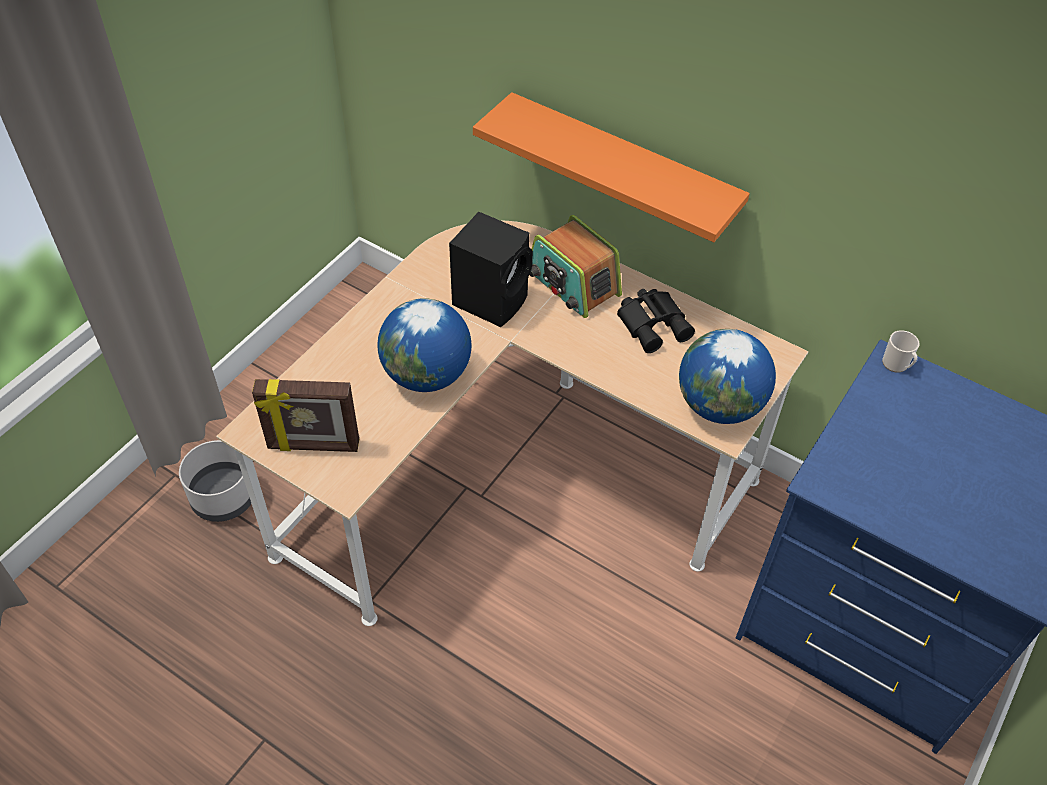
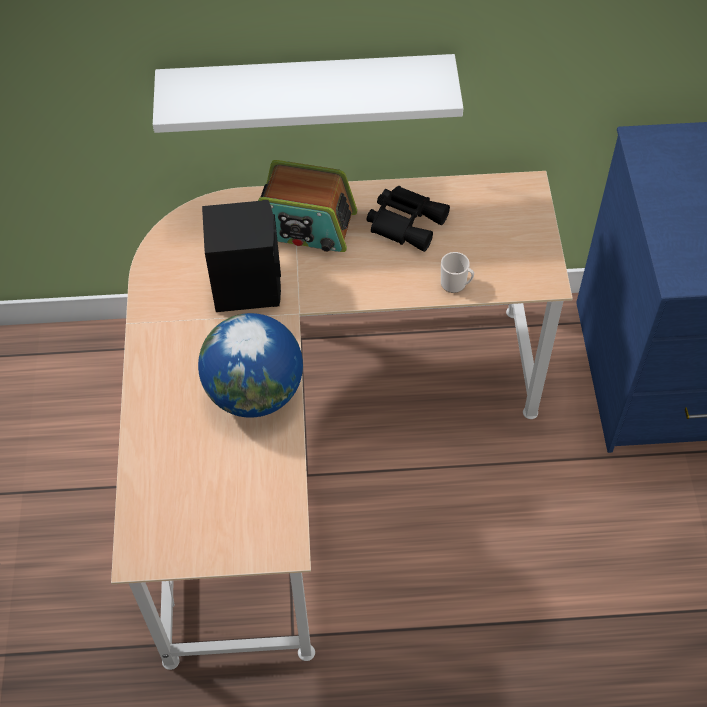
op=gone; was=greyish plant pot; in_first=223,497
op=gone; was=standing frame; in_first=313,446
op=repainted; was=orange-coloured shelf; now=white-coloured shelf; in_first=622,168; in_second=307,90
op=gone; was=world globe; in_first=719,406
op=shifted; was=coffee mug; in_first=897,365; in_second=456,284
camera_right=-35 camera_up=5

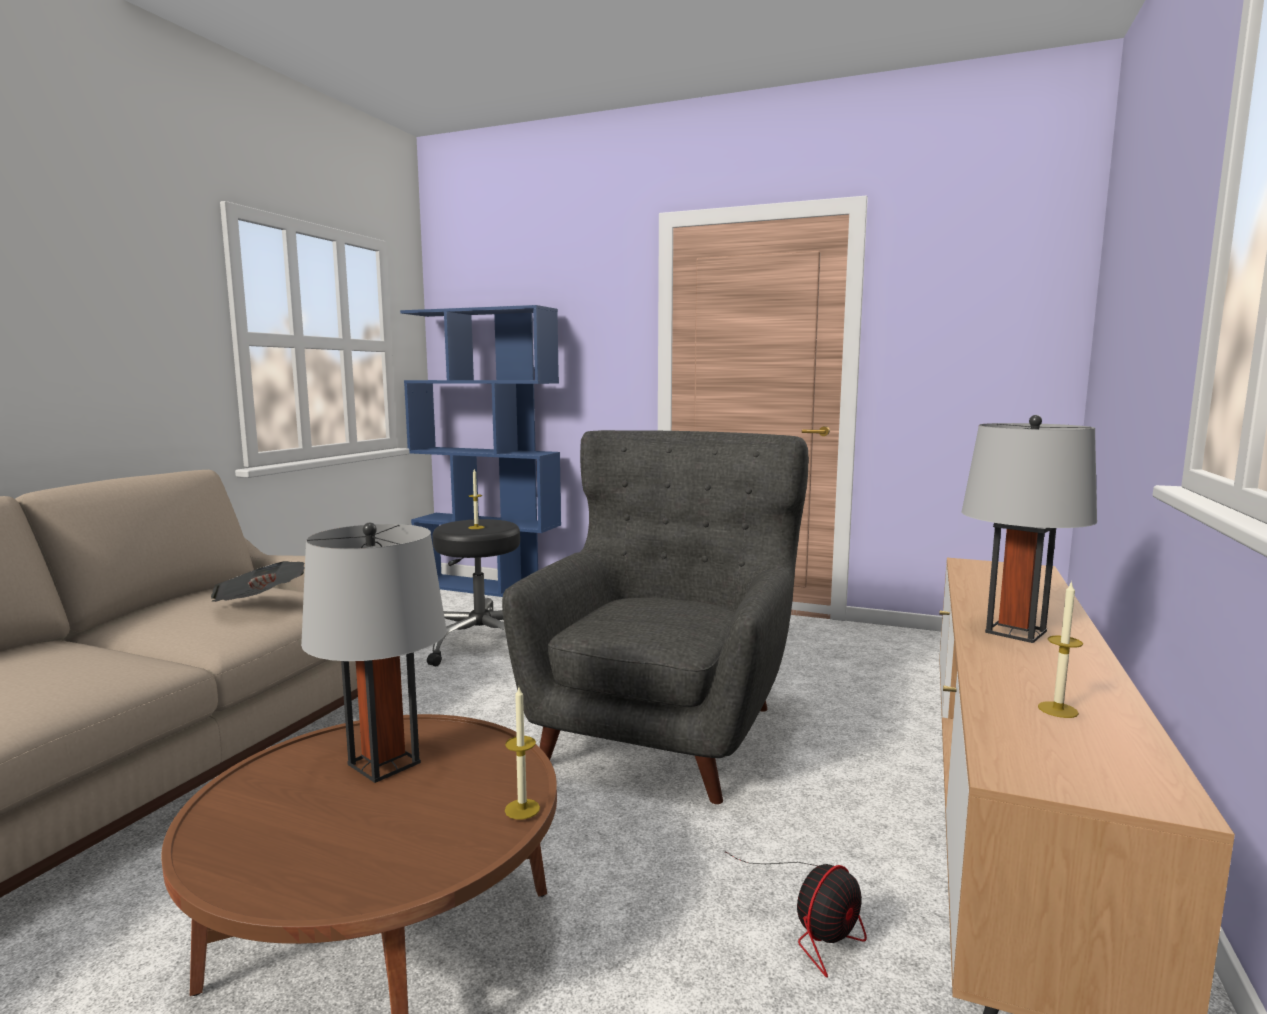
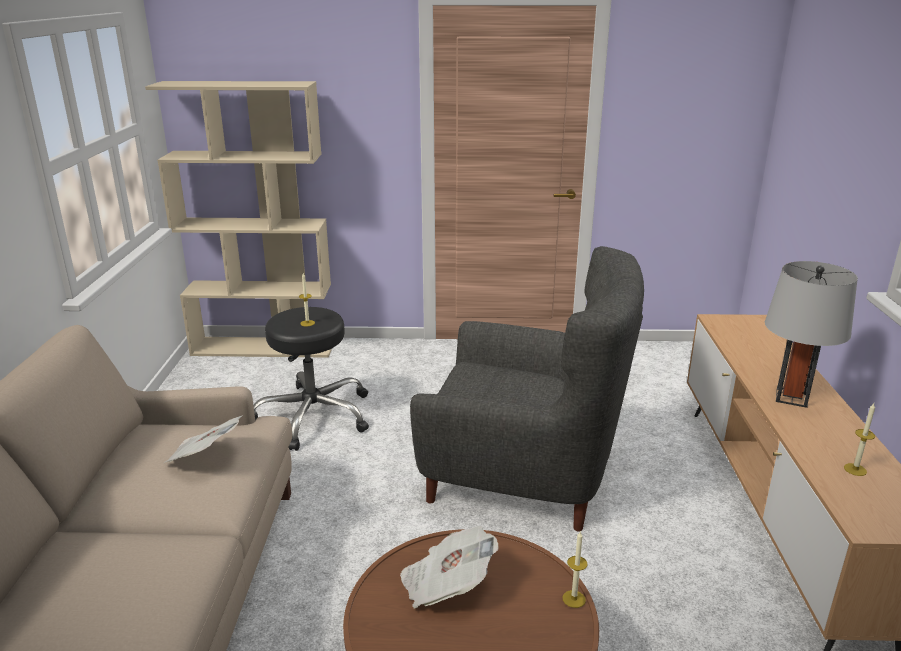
op=swapped; was=greyish lamp for a table; now=printed paper; in_first=383,763; in_second=446,585
op=repainted; was=bluish bookshelf; now=beige bookshelf; in_first=489,588; in_second=264,347
op=rotated; was=greyish easy chair; in_first=664,729; in_second=524,477; clockwise=105
op=gone; was=cooling fan; in_first=817,921
camera_right=-20 camera_up=15

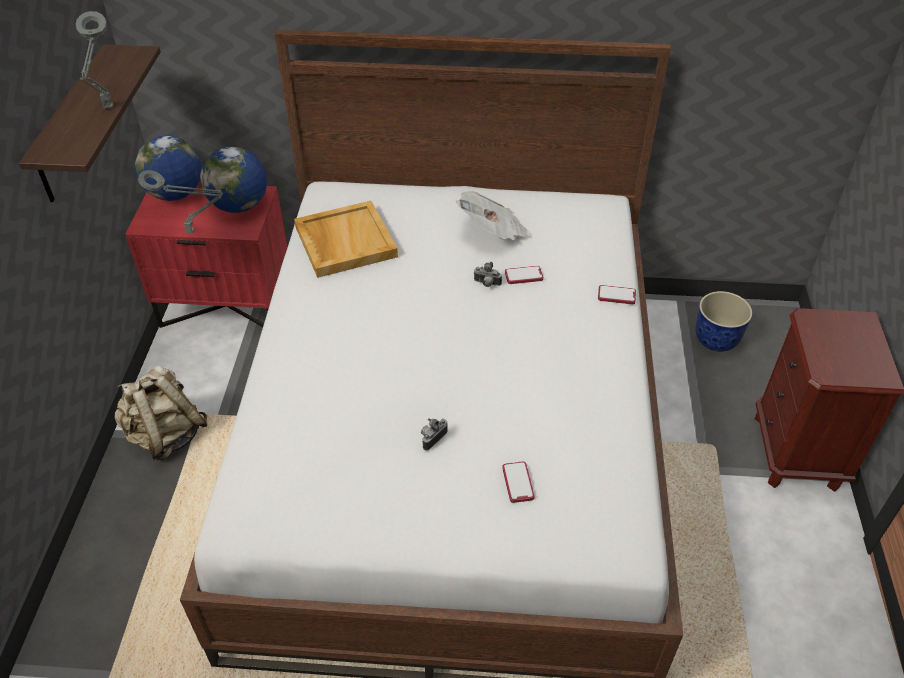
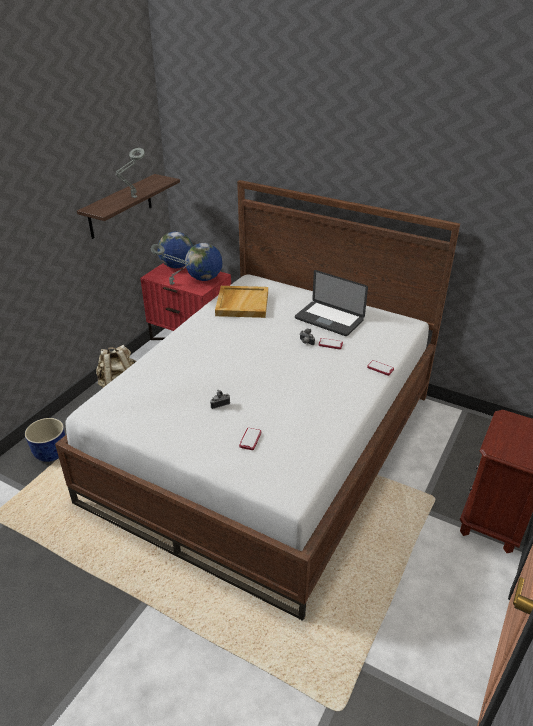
op=swapped; was=printed paper; now=notebook computer; in_first=493,232; in_second=329,319
op=shifted; was=plant pot; in_first=716,340; in_second=51,454
camera_right=25 camera_up=-10

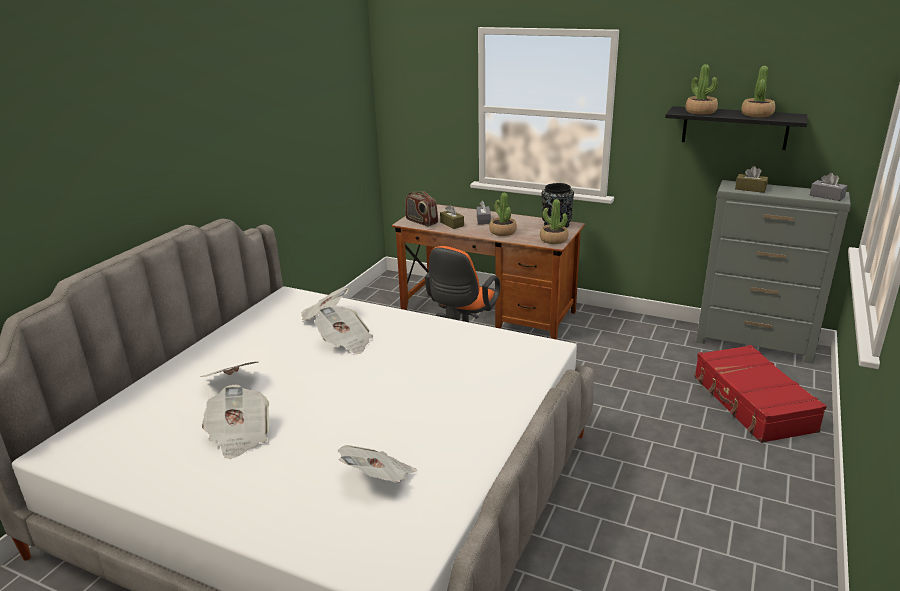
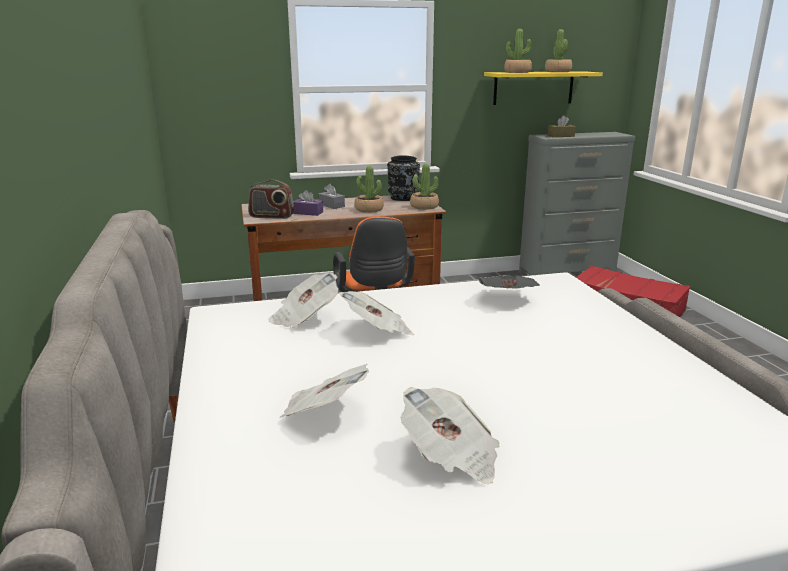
op=shifted; was=printed paper; in_first=379,479; in_second=507,298
op=repainted; was=brown tissue holder; now=purplish tissue holder; in_first=452,224; in_second=308,213
op=repainted; was=black-coloured shelf; now=yellowish shelf; in_first=734,128; in_second=533,88
op=gone; was=greyish tissue holder; in_first=827,196
camera_right=-40 camera_up=-5

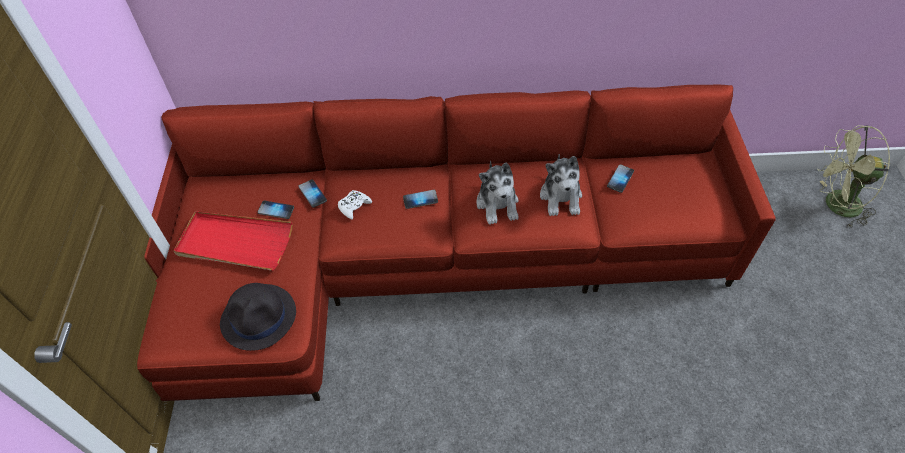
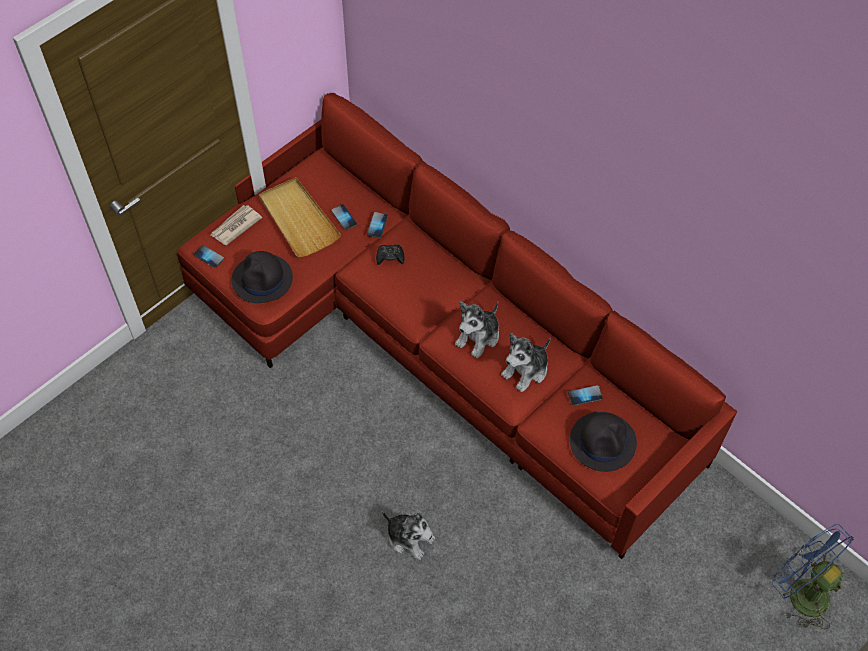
op=repainted; was=reddish tray; now=beige tray; in_first=235,243; in_second=298,219
op=repainted; was=white-coloured game controller; now=black-coloured game controller; in_first=354,206; in_second=390,257
op=shifted; was=phone; in_first=420,200; in_second=209,257
op=repainted; was=greenish cooling fan; now=bluish cooling fan; in_first=835,205; in_second=800,592
op=new; now=printed paper; in_second=235,226
op=new; now=plush toy; in_second=409,537
op=new; now=black-coloured wearable hat; in_second=603,441
camera_right=45 camera_up=5

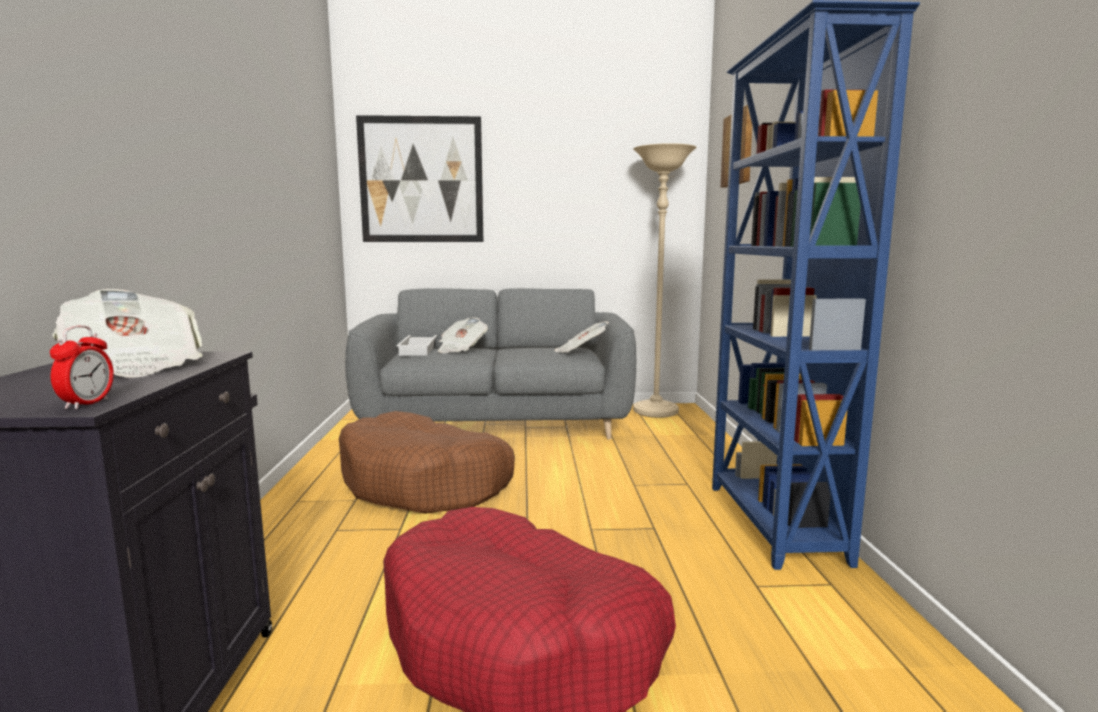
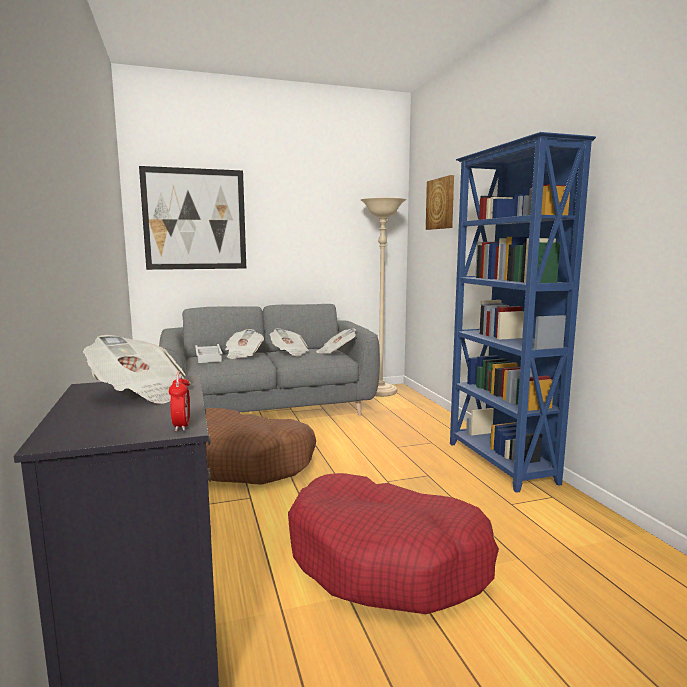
op=new; now=printed paper; in_second=289,353
camera_right=-15 camera_up=0

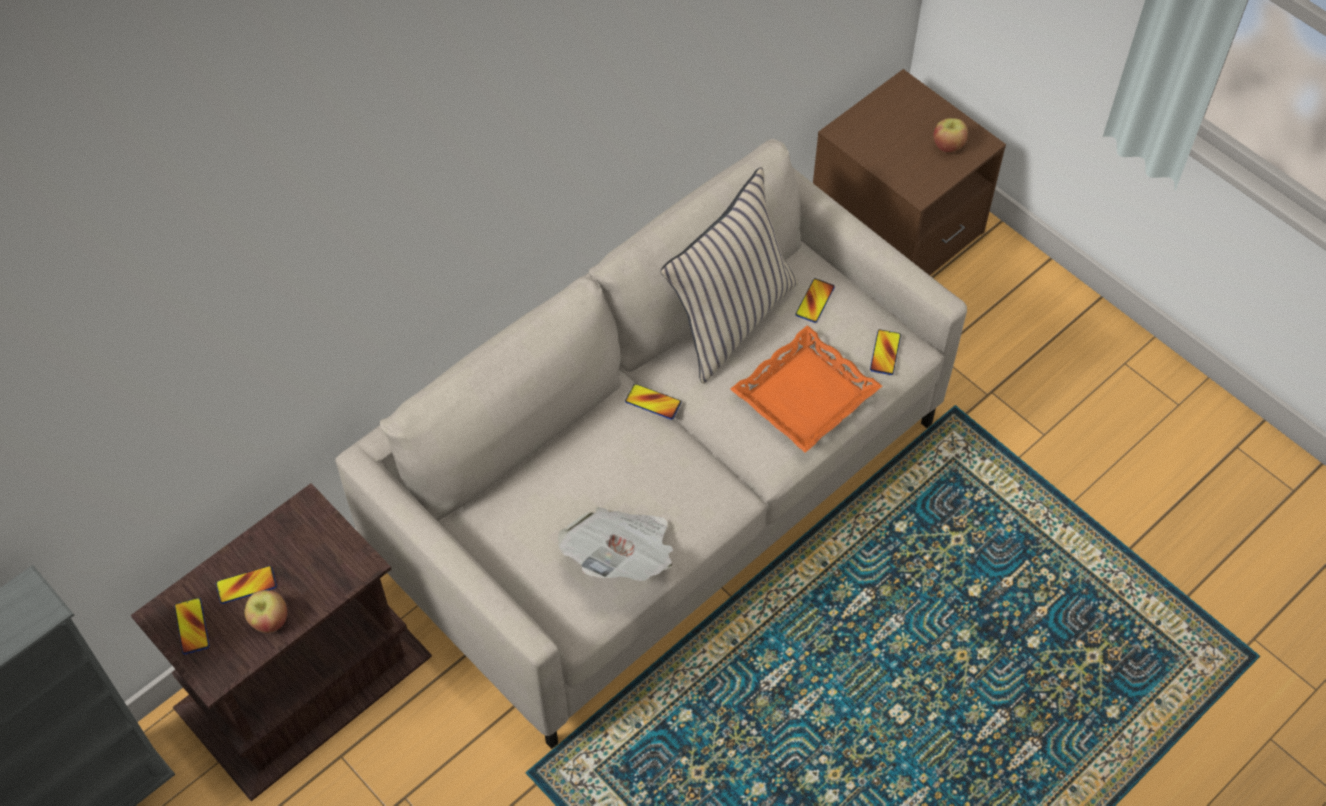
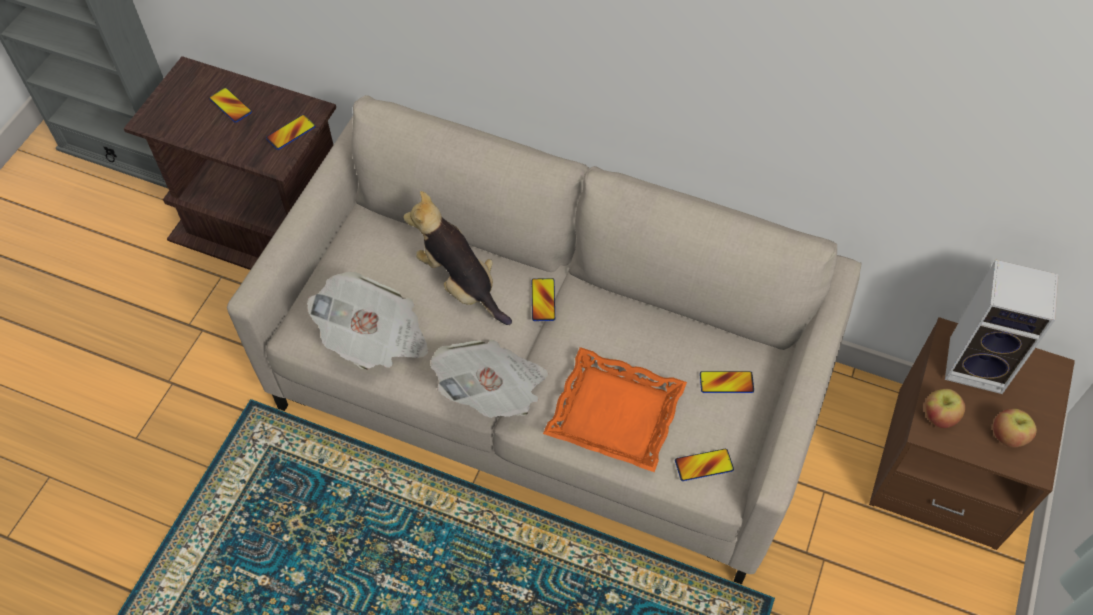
op=shifted; was=phone; in_first=192,626; in_second=291,133
op=shifted; was=apple fruit; in_first=269,620; in_second=938,416
op=gone; was=beige throw pillow; in_first=730,319
op=new; now=plush toy; in_second=460,284
op=new; now=printed paper; in_second=493,391
op=new; now=speaker; in_second=978,364
camera_right=65 camera_up=0

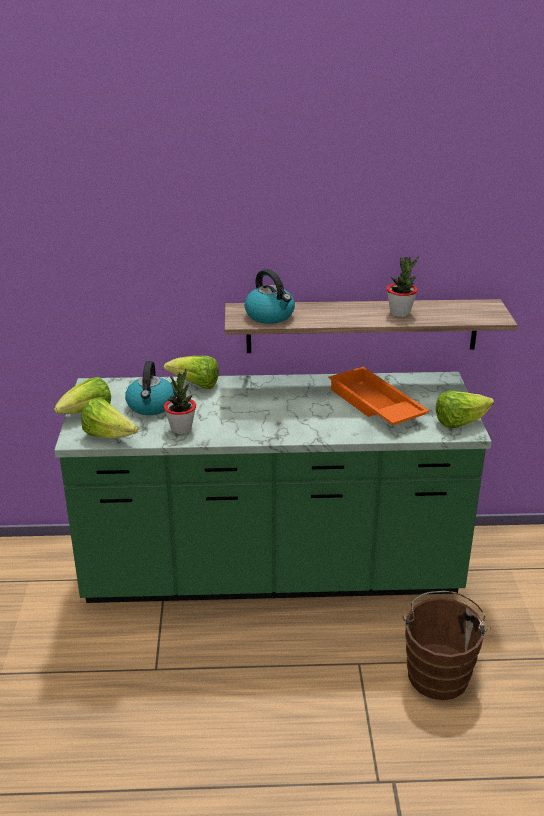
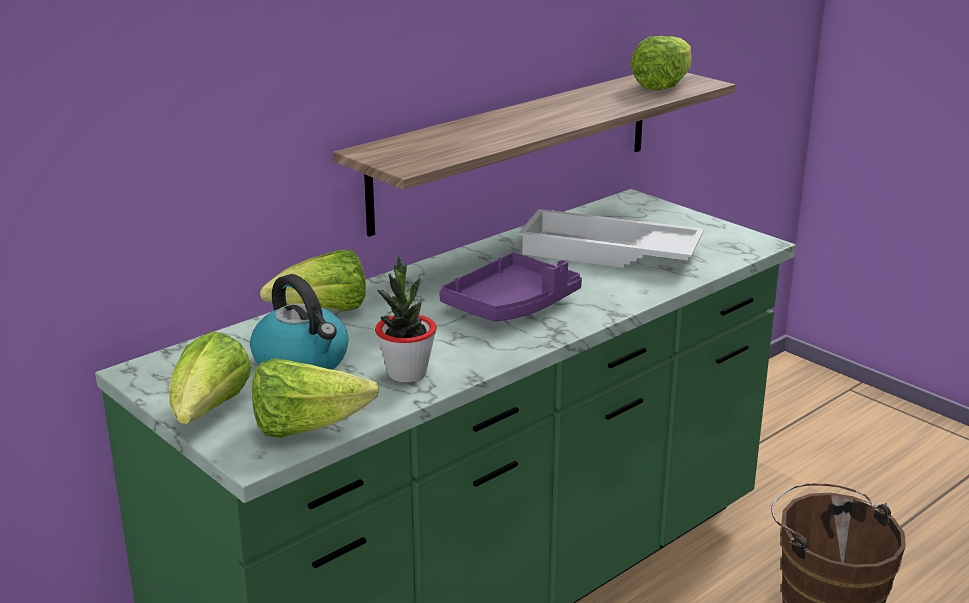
op=gone; was=tea kettle; in_first=270,316
op=repainted; was=orange-coloured tray; now=white-coloured tray; in_first=374,405; in_second=608,253
op=gone; was=houseplant; in_first=400,313
op=shifted; was=lettuce; in_first=460,422; in_second=663,85
op=new; now=purplish tray; in_second=512,305
camera_right=-40 camera_up=-5

